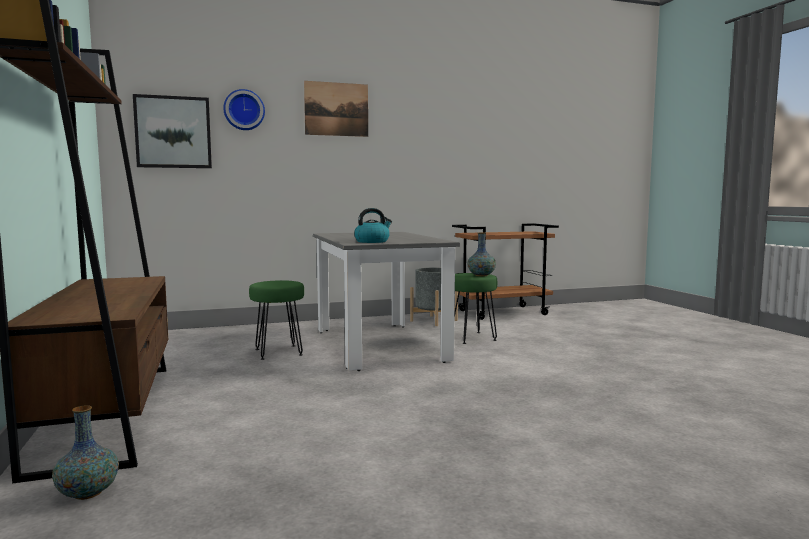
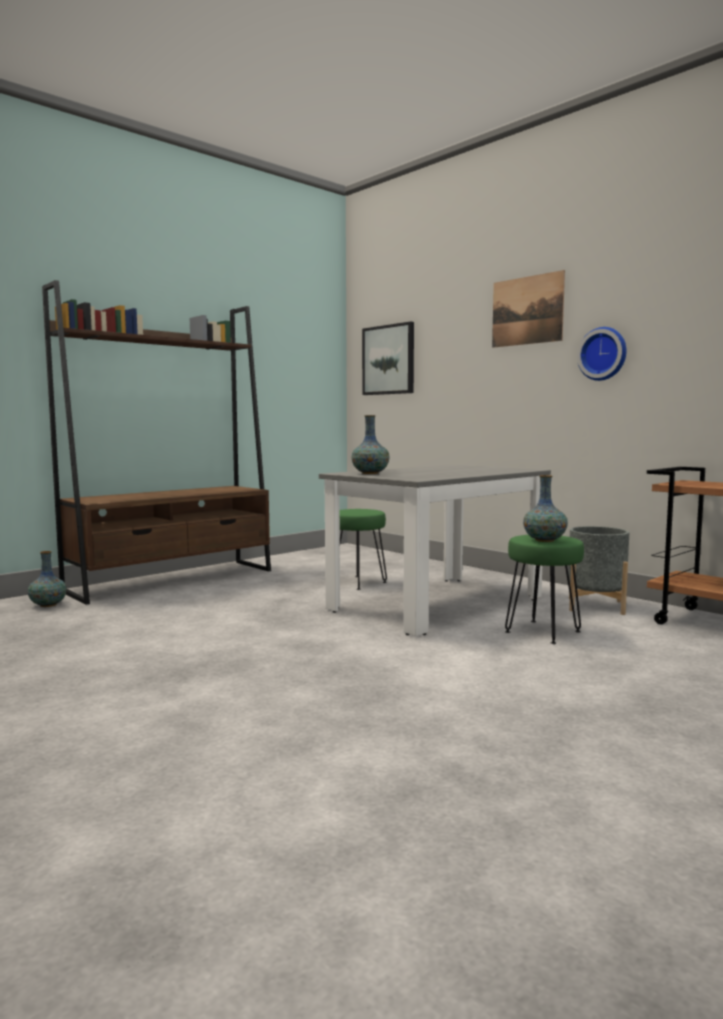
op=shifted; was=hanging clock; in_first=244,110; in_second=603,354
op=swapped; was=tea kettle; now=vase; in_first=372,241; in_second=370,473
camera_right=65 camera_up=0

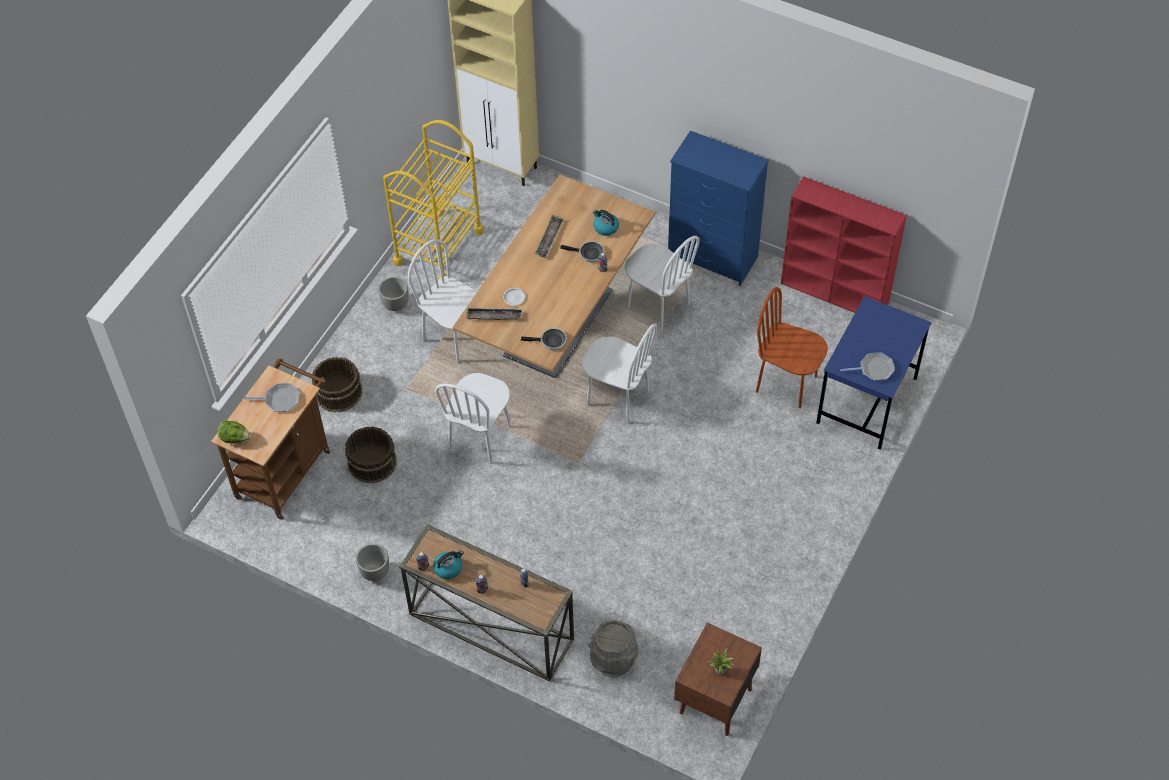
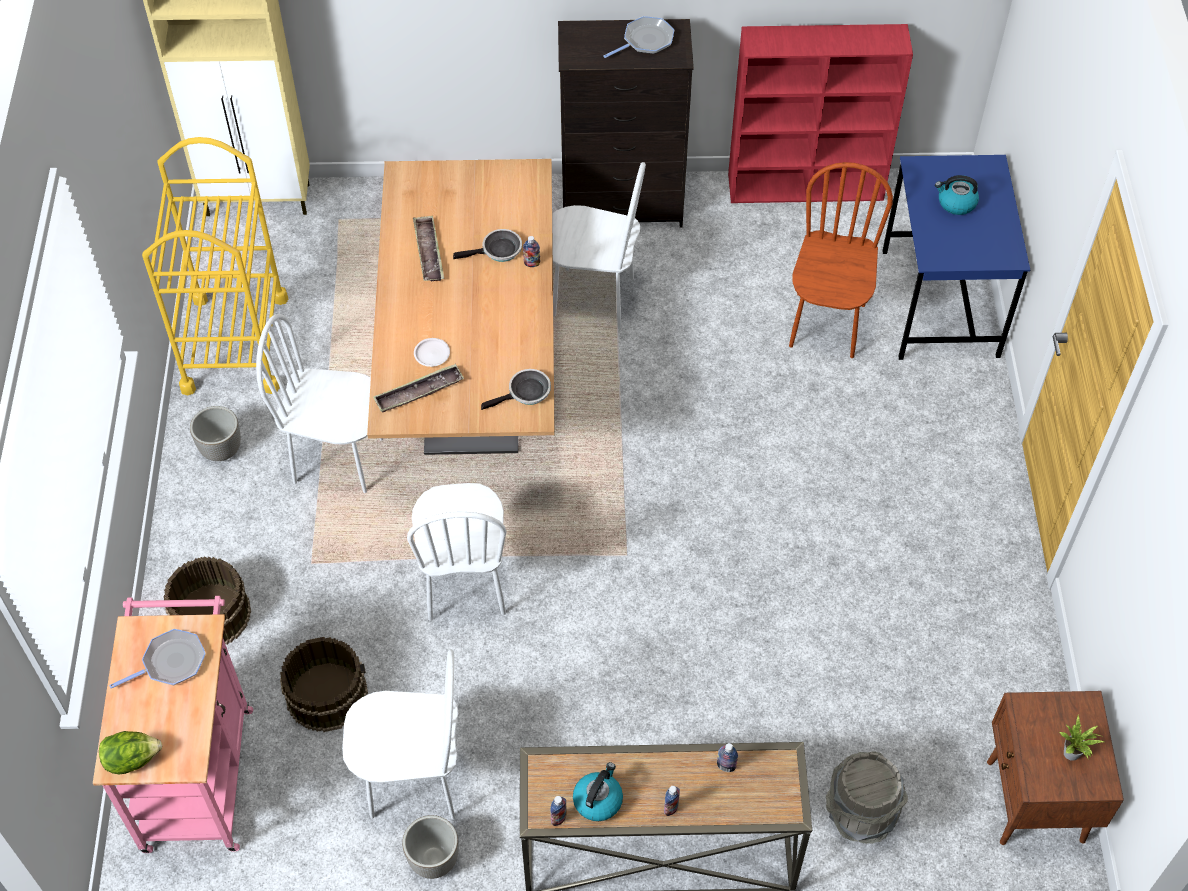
op=repainted; was=brown trolley; now=pink-coloured trolley; in_first=286,469; in_second=198,768
op=shifted; was=white-coloured upright chair; in_first=617,398; in_second=414,781
op=shifted; was=tea kettle; in_first=605,227; in_second=956,203
op=repainted; was=bluish drawer chest; now=black-coloured drawer chest; in_first=713,258; in_second=623,206
op=rotated; was=brown upright chair; in_first=786,383; in_second=826,325; clockwise=105
op=shifted; was=frying pan; in_first=874,369; in_second=645,41
camera_right=-30 camera_up=0

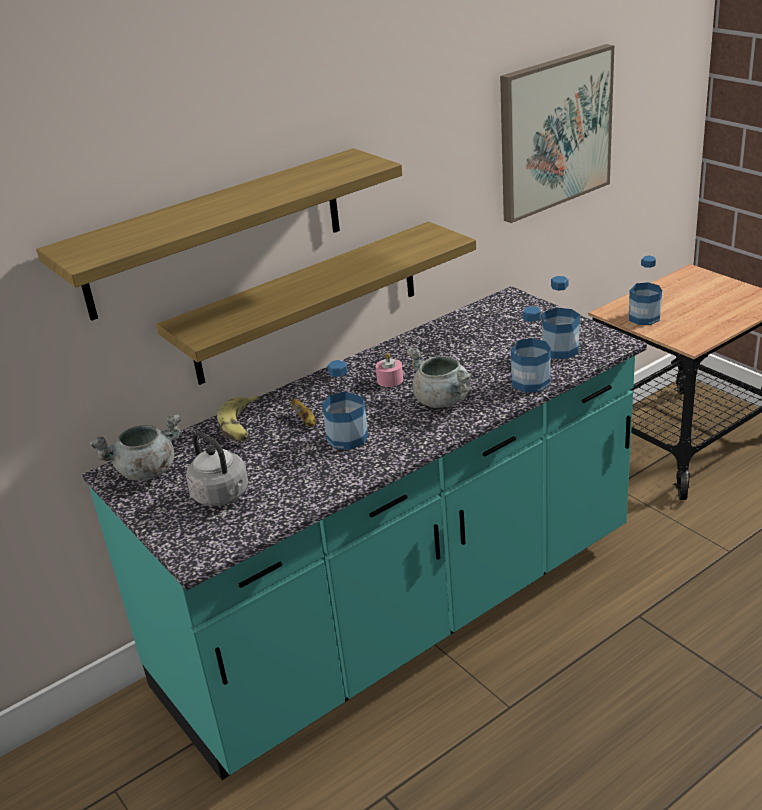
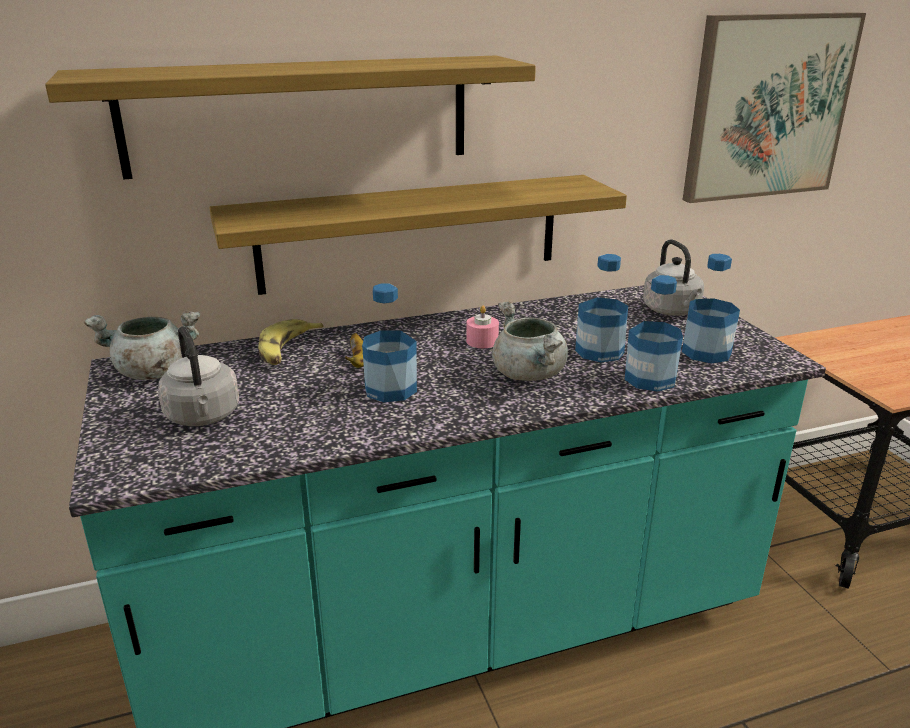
op=shifted; was=bottle; in_first=644,318; in_second=599,351
op=new; now=greyish tea kettle; in_second=672,311
camera_right=15 camera_up=-5

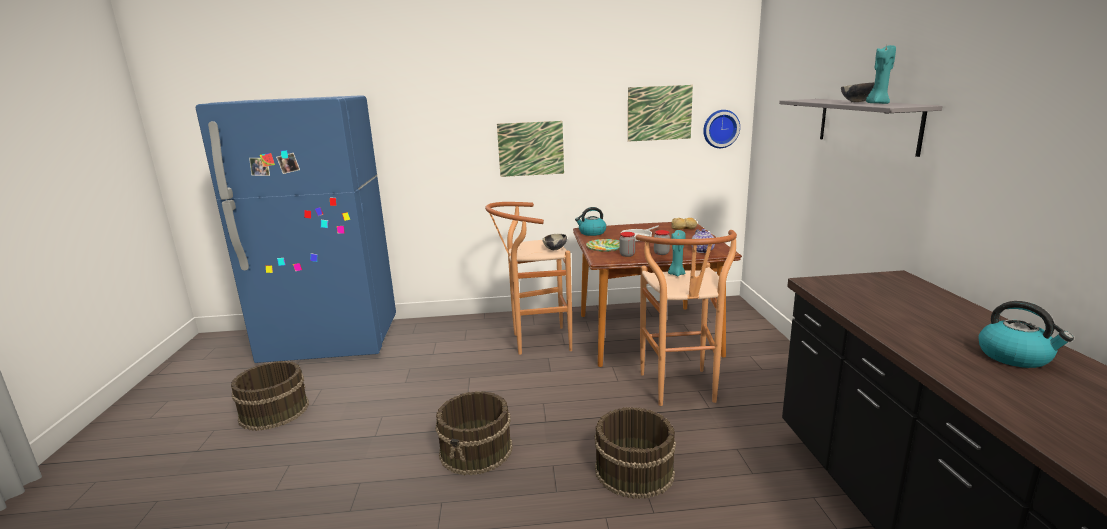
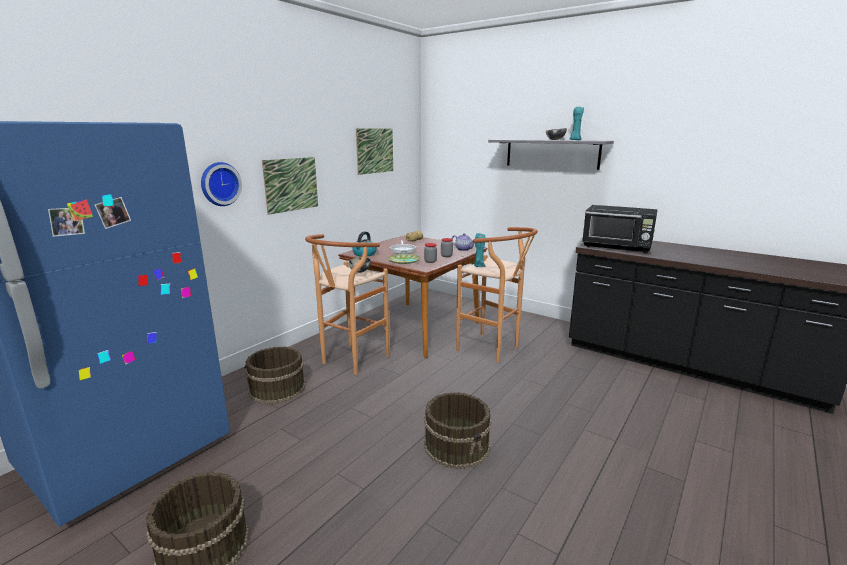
op=shifted; was=brown bucket; in_first=633,471; in_second=277,389
op=shifted; was=hanging clock; in_first=720,128; in_second=219,184
op=gone; was=tea kettle; in_first=1015,357
op=new; now=black-coloured microwave oven; in_second=617,247
camera_right=-50 camera_up=0

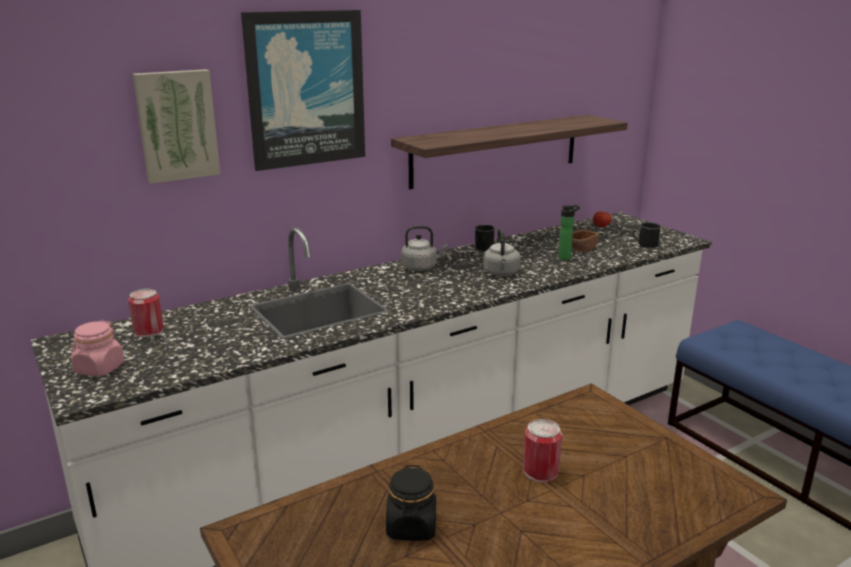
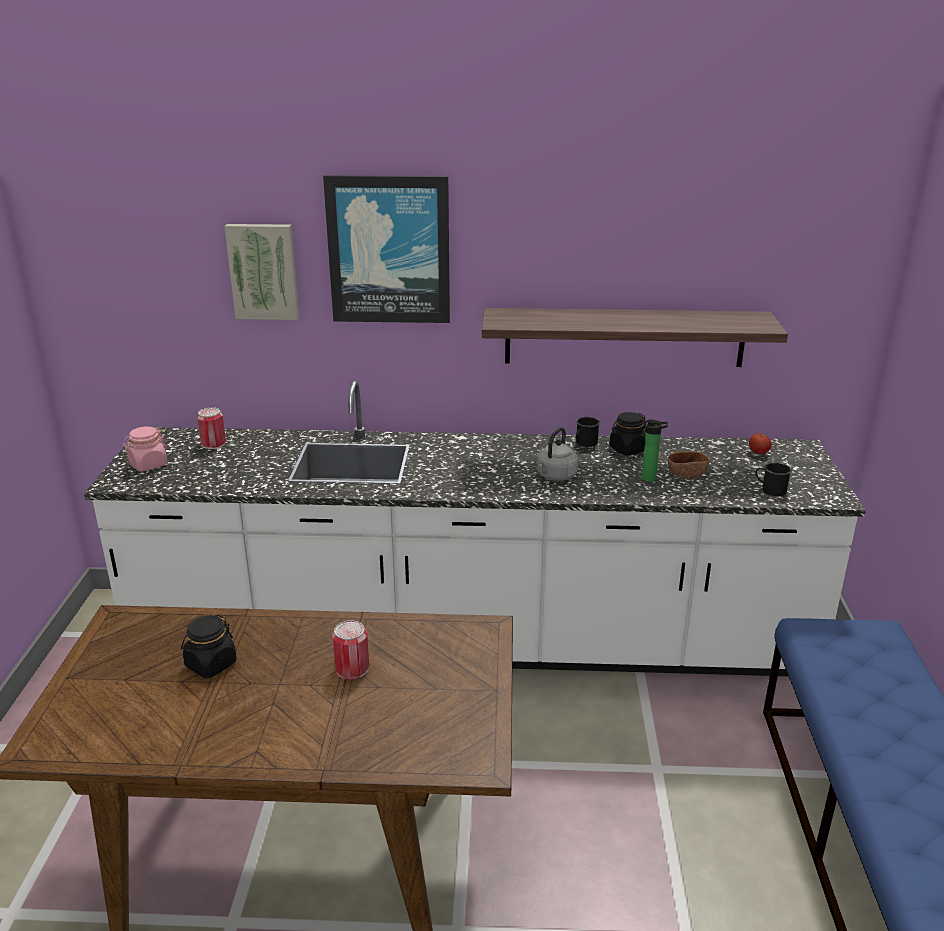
op=gone; was=greyish tea kettle; in_first=421,267
op=new; now=black-coloured preserve jar; in_second=627,449
camera_right=35 camera_up=5

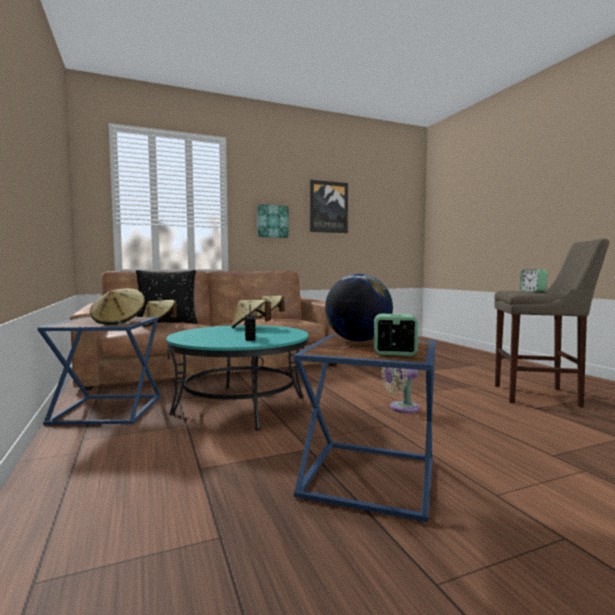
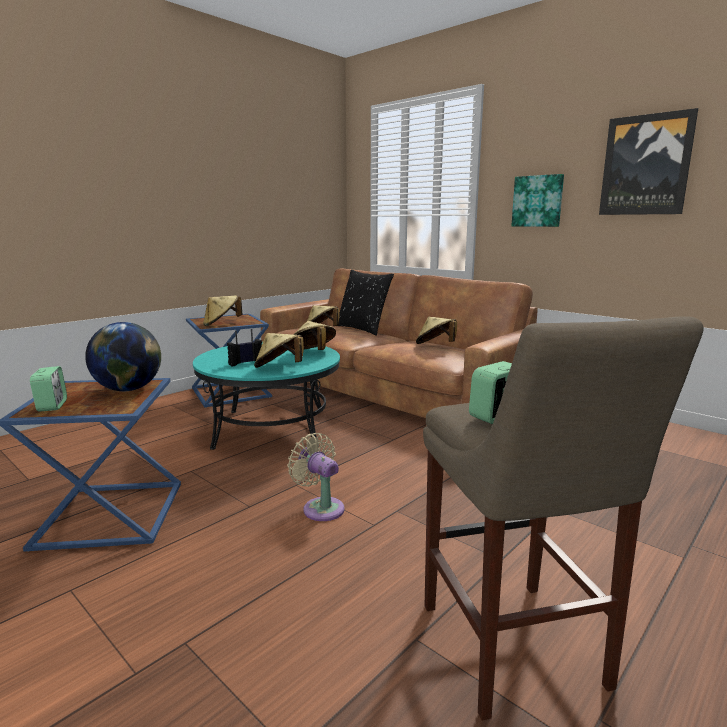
op=new; now=beige wearable hat; in_second=279,367
camera_right=65 camera_up=10

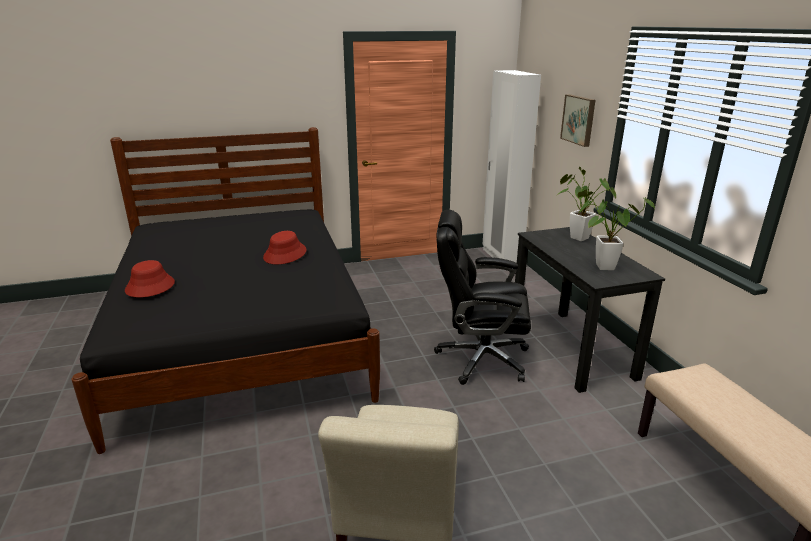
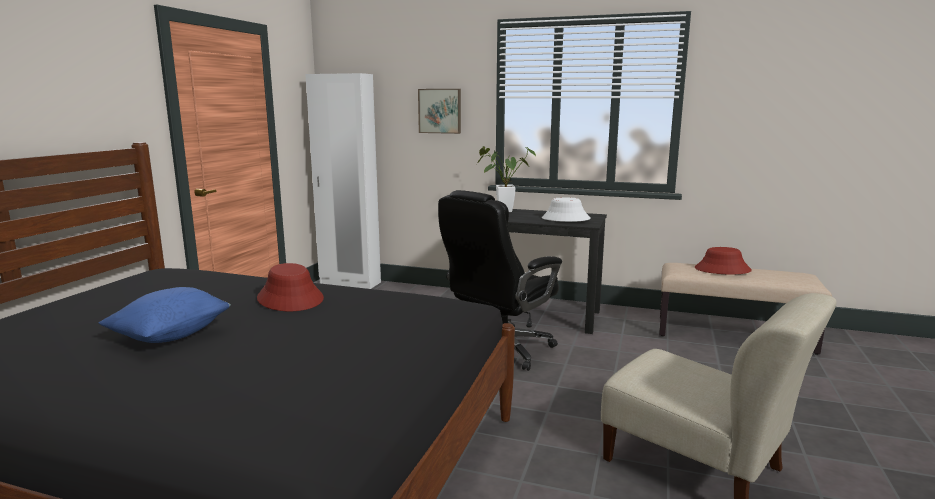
op=shifted; was=reddish wearable hat; in_first=150,287; in_second=722,270
op=swapped; was=houseplant; now=white-coloured wearable hat; in_first=600,267; in_second=565,219
op=new; now=bluish throw pillow; in_second=171,336
camera_right=-55 camera_up=-10

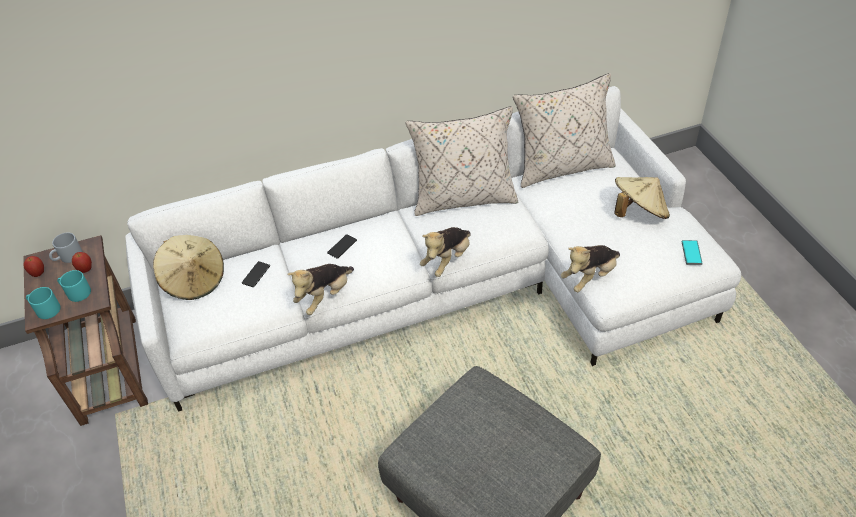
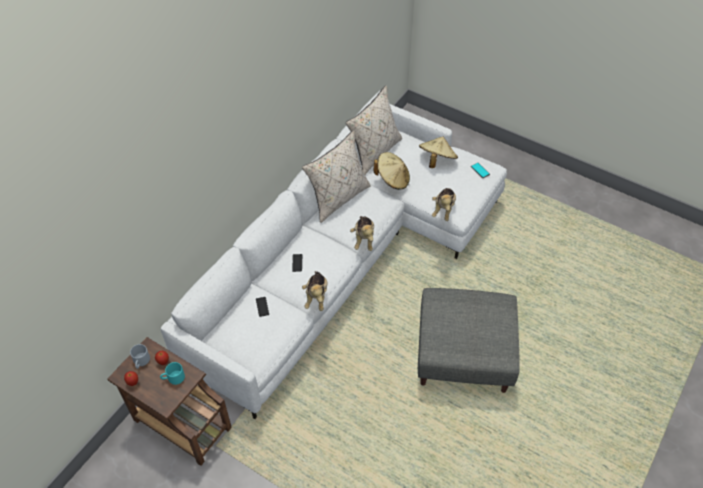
op=gone; was=blue-green coffee mug; in_first=44,309
op=shifted; was=beige wearable hat; in_first=194,280; in_second=392,179
camera_right=-40 camera_up=5

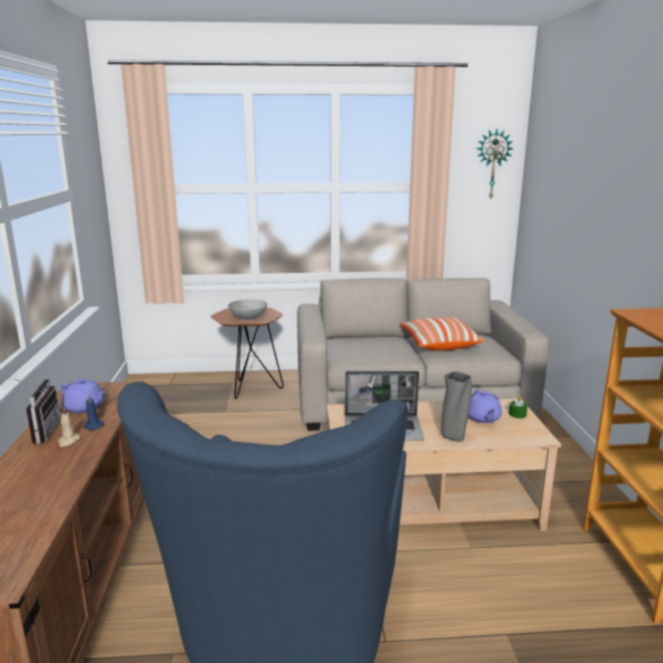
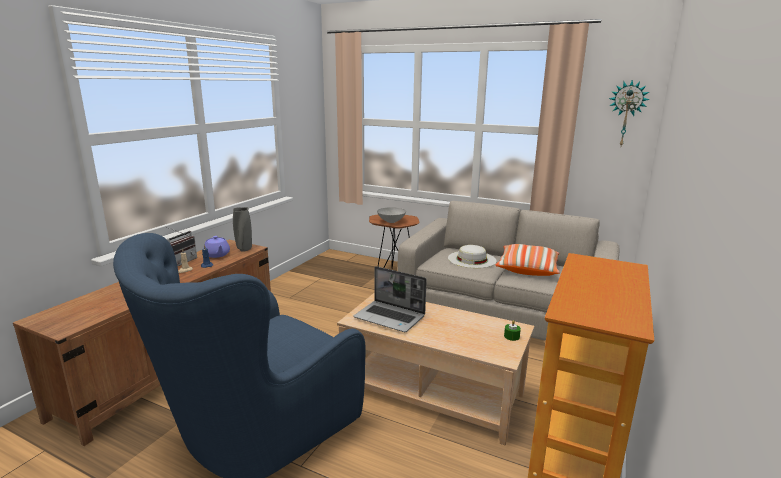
op=shifted; was=greyish vase; in_first=453,437; in_second=244,249
op=gone; was=purplish teapot; in_first=482,418
op=new; now=white-coloured wearable hat; in_second=472,259
camera_right=30 camera_up=0

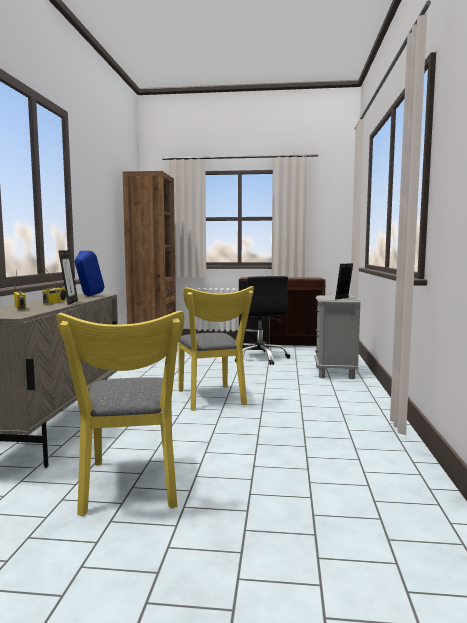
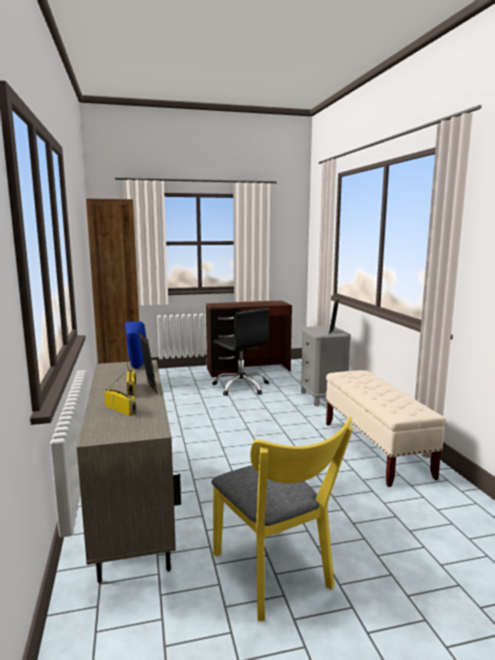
op=gone; was=yellowish upright chair; in_first=212,399
op=new; now=beige bench; in_second=375,449
camera_right=-20 camera_up=5

